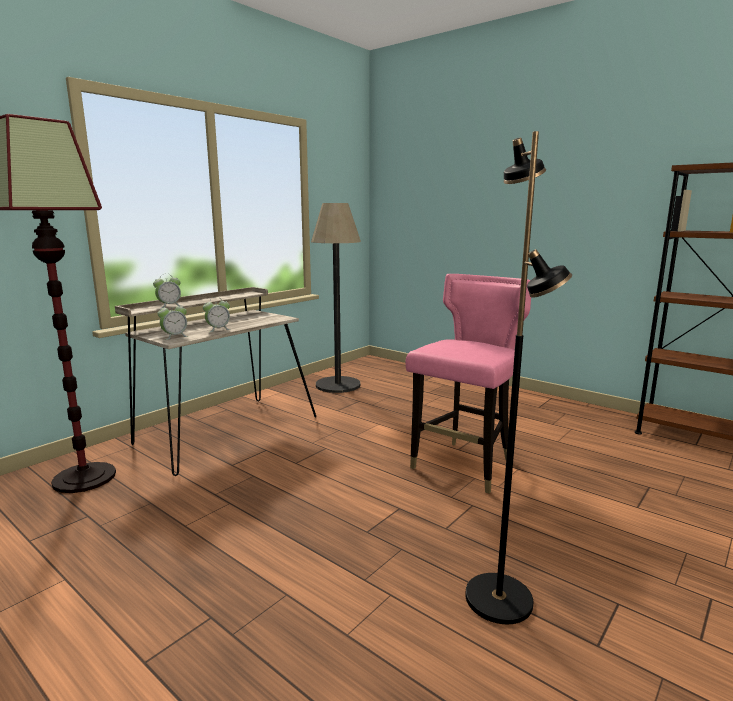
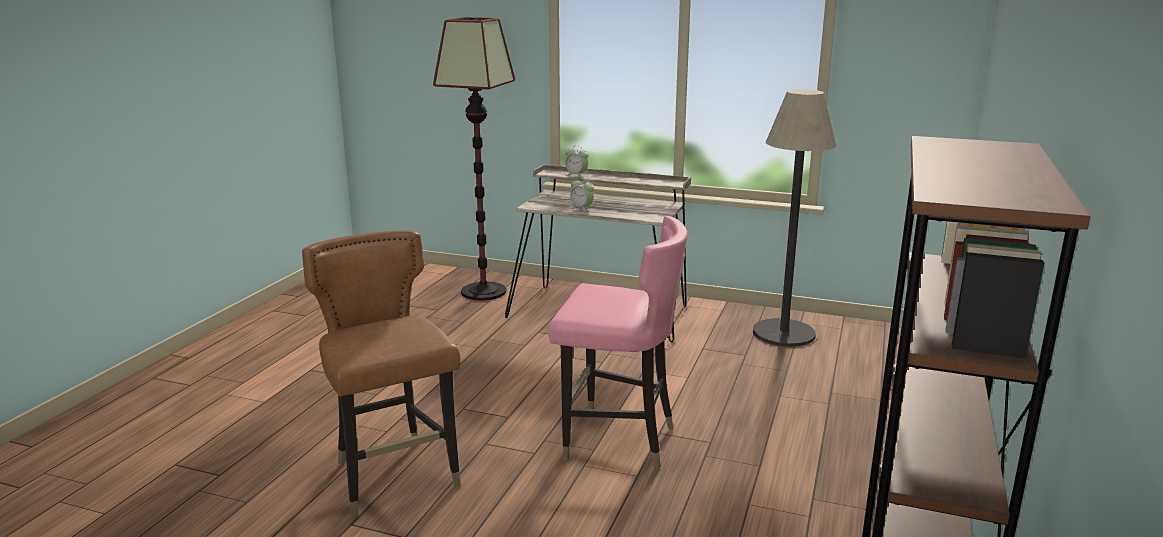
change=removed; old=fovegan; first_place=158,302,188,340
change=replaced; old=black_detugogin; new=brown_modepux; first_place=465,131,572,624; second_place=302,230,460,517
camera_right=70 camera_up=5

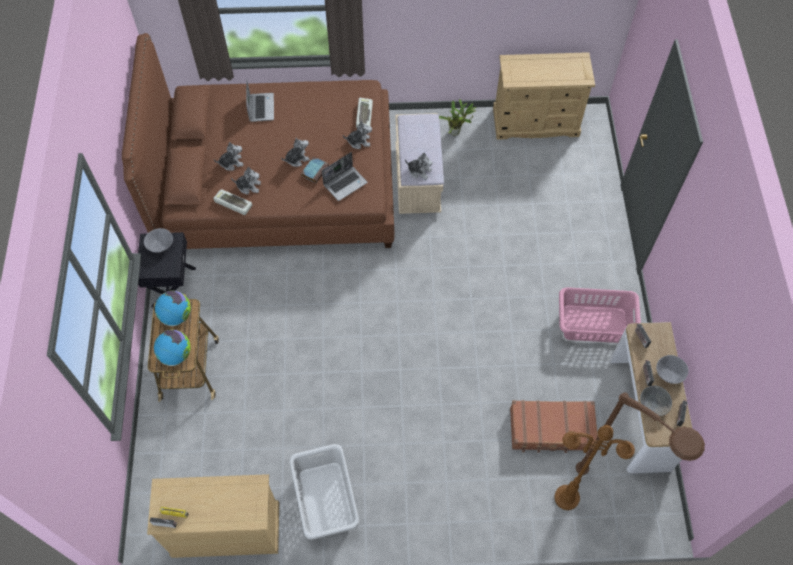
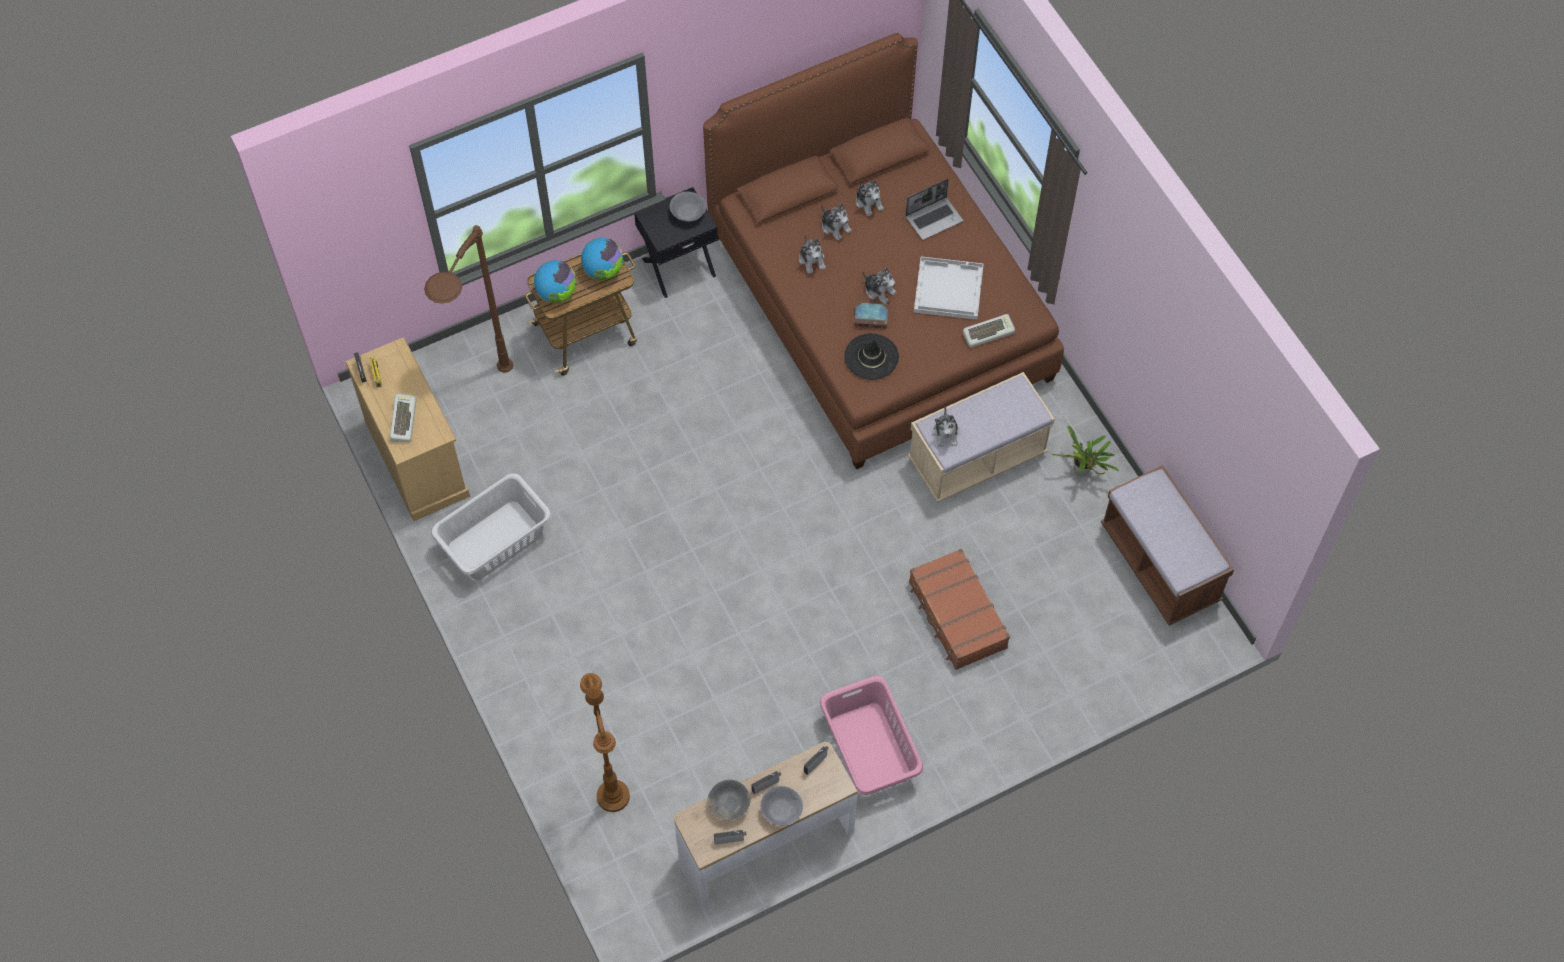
change=added; new=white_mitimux; second_place=914,256,984,320
change=moved; old=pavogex; first_place=213,189,252,215; second_place=390,394,416,442
change=moved; old=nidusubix; first_place=343,121,372,149; second_place=856,178,884,216
change=moved; old=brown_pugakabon; first_place=510,400,598,453; second_place=909,549,1010,670
change=moved; old=brown_detugogin; first_place=576,393,705,475; second_place=424,225,513,373
change=replaced; old=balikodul; new=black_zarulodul; first_place=322,152,367,201; second_place=844,333,899,380
change=replaced; old=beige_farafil; new=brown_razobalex; first_place=493,52,595,140; second_place=1101,465,1234,626
camera_right=65 camera_up=0

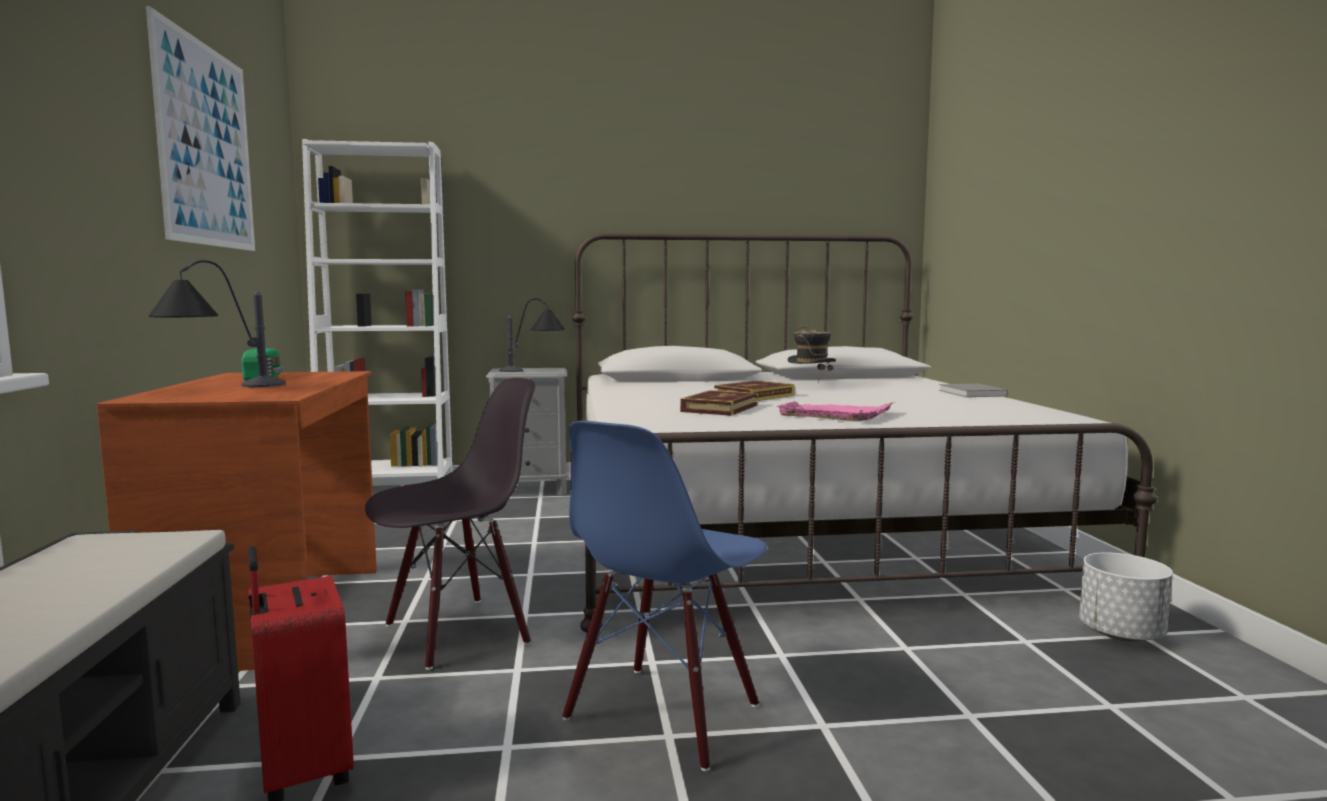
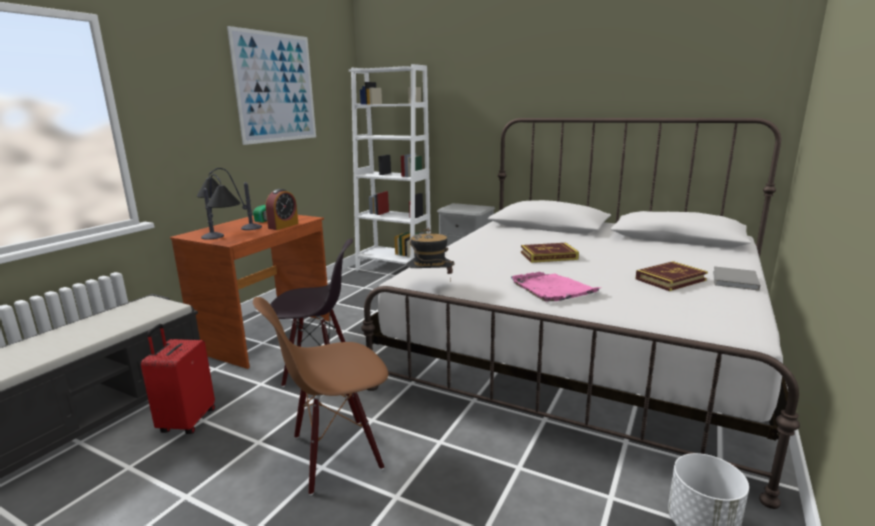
change=added; new=fovegan; second_place=266,189,298,230
change=moved; old=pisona; first_place=499,298,565,372; second_place=201,174,240,240
change=moved; old=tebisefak; first_place=680,390,758,416; second_place=635,261,708,291
change=moved; old=zarulodul; first_place=788,325,836,382; second_place=406,228,455,281
change=recoloured; old=blue_modepux; new=brown_modepux; first_place=562,421,767,771; second_place=253,297,388,495
camera_right=35 camera_up=10

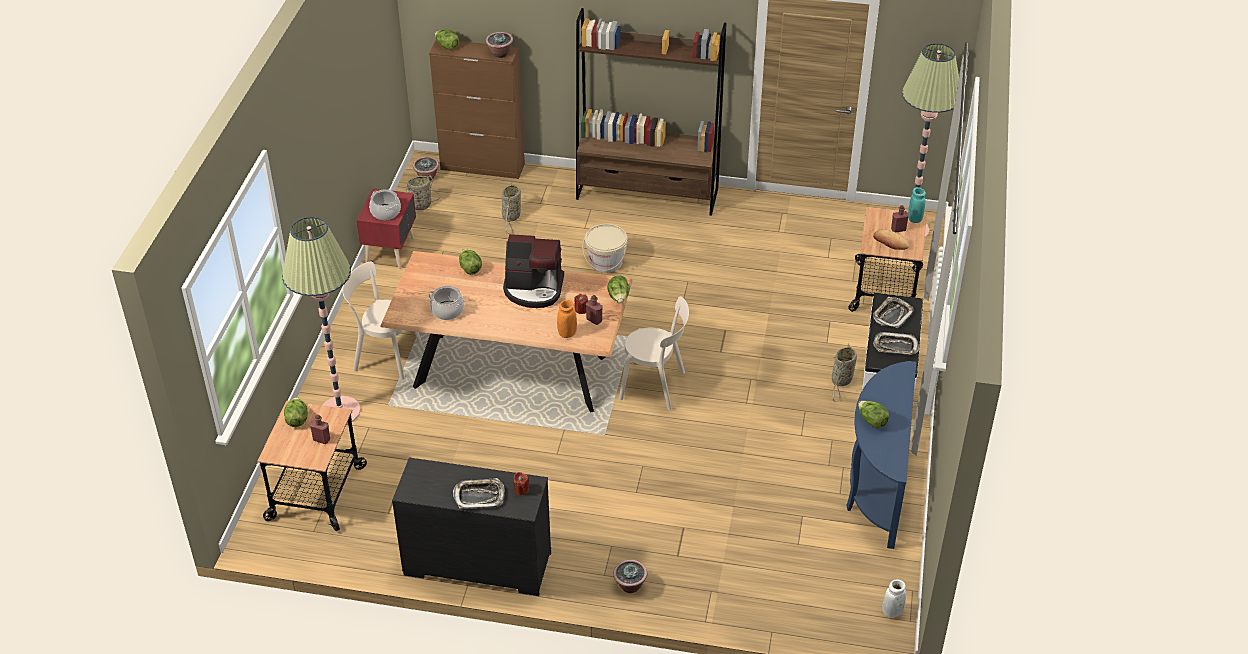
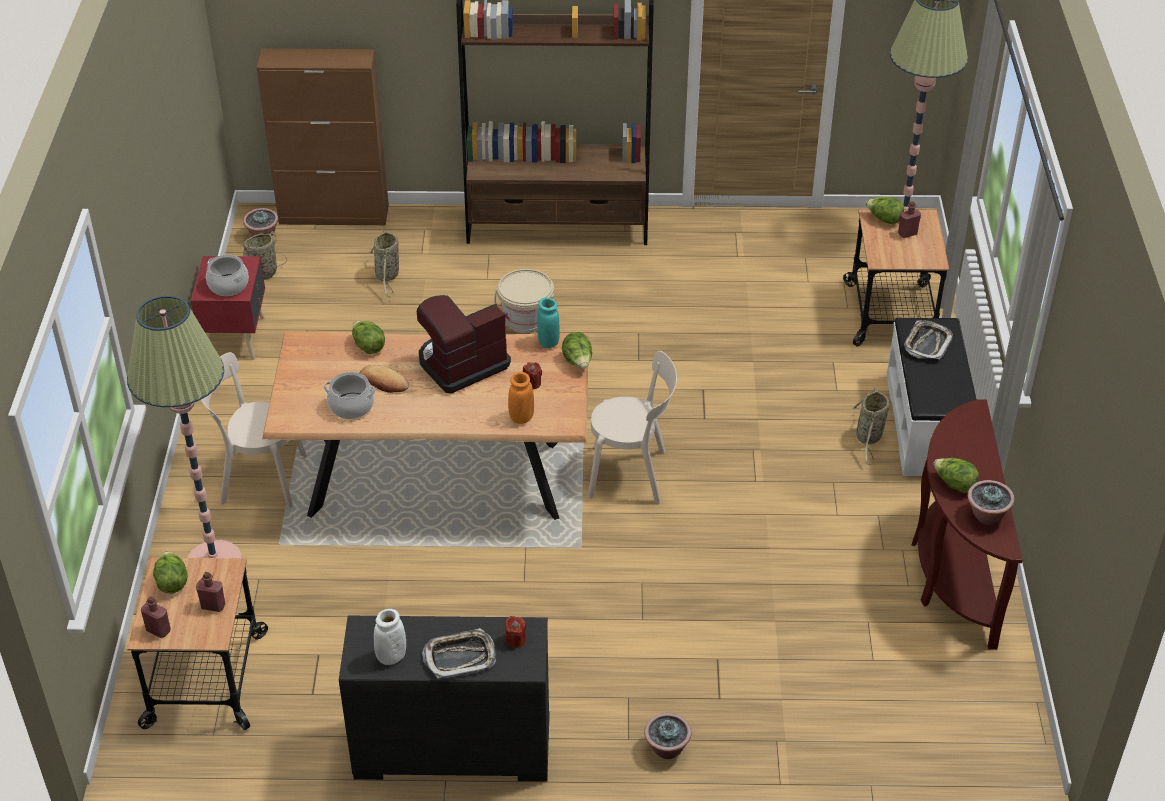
change=removed; old=mitimux; first_place=873,332,919,355
change=moved; old=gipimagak; first_place=435,29,459,50; second_place=866,197,904,225
change=moved; old=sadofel; first_place=486,32,513,58; second_place=967,480,1015,525
change=moved; old=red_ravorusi; first_place=586,295,603,325; second_place=141,596,171,638
change=moved; old=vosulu; first_place=873,229,909,250; second_place=360,365,409,393
change=moved; old=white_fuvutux; first_place=882,579,906,617; second_place=374,609,406,665
change=moved; old=turquoise_fuvutux; first_place=908,187,926,223; second_place=537,298,560,348
change=recoloured; old=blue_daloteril; new=brown_daloteril; first_place=846,361,916,549; second_place=912,399,1023,649
change=turned; old=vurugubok; first_place=503,234,564,308; second_place=417,295,511,393; degrees=150
camera_right=-10 camera_up=0

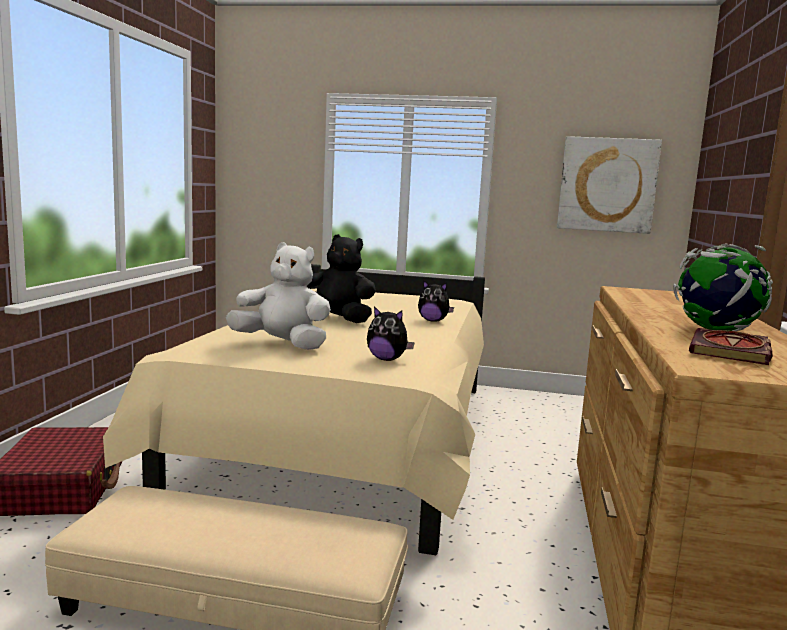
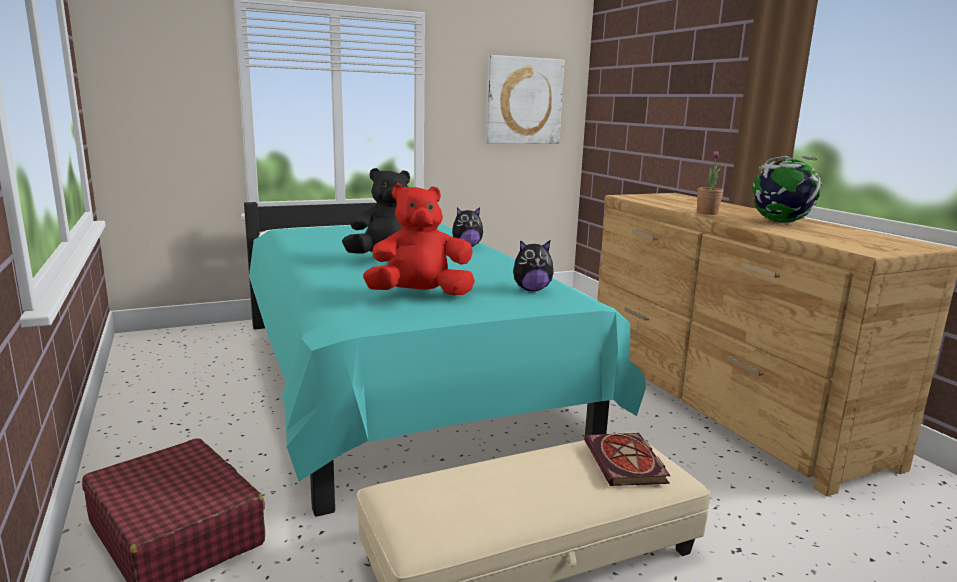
change=added; new=sadofel; second_place=697,151,723,215
change=moved; old=tebisefak; first_place=689,328,772,365; second_place=584,433,670,486
change=recoloured; old=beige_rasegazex; new=turquoise_rasegazex; first_place=103,264,485,555; second_place=244,202,646,517
change=recoloured; old=white_nidusubix; new=red_nidusubix; first_place=226,242,331,350; second_place=363,184,475,295
camera_right=-35 camera_up=5

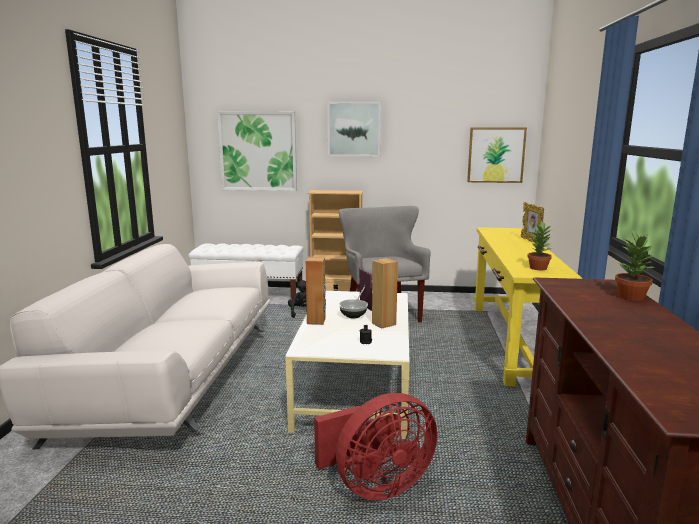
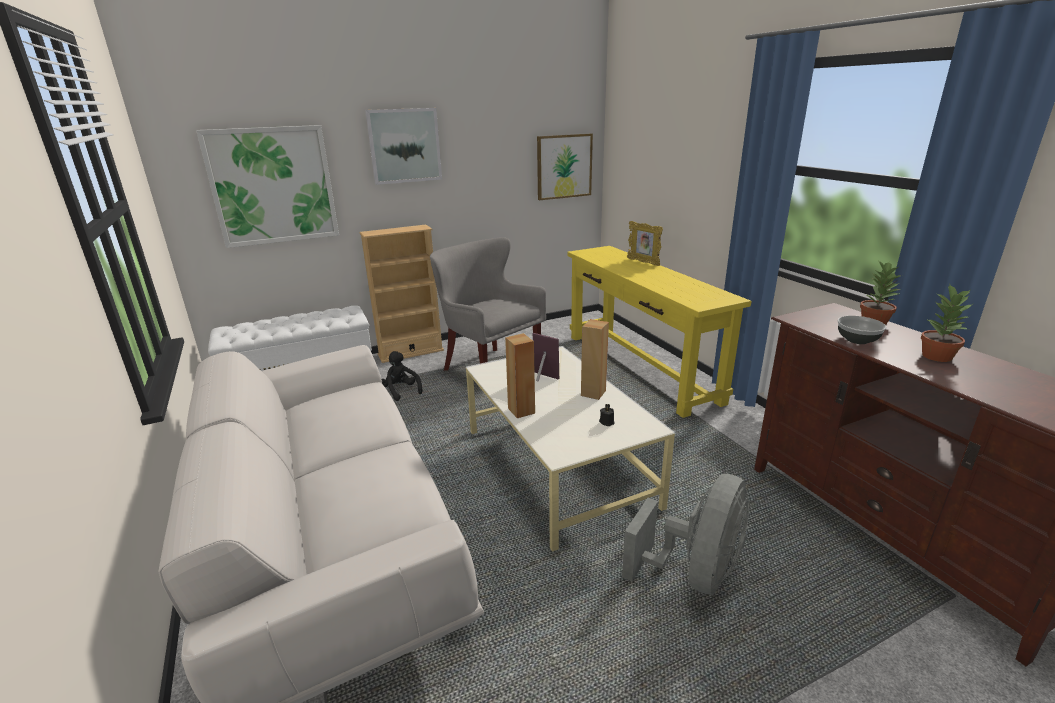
change=moved; old=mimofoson; first_place=339,299,368,318; second_place=837,316,887,344
change=moved; old=sadofel; first_place=527,222,552,270; second_place=921,284,973,362
change=recoloured; old=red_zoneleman; new=grey_zoneleman; first_place=314,393,438,500; second_place=622,474,749,595
camera_right=-30 camera_up=10

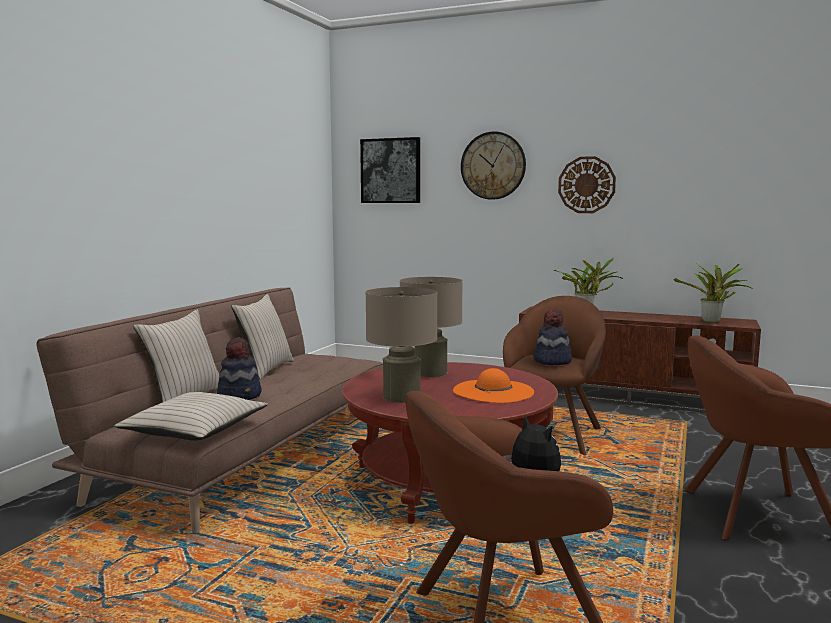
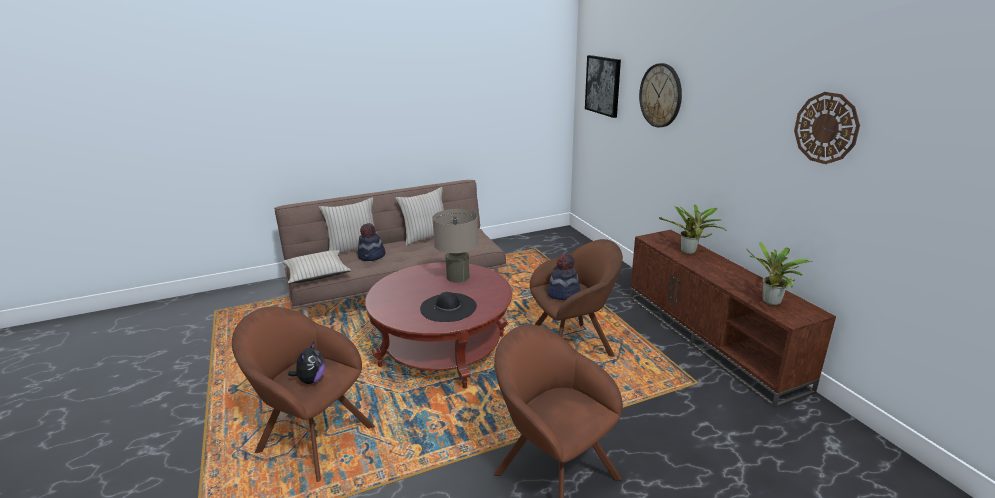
change=removed; old=beige_pisona; first_place=365,287,437,403
change=moved; old=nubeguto; first_place=558,156,616,213; second_place=794,92,860,164
change=recoloured; old=orange_zarulodul; new=black_zarulodul; first_place=453,368,534,403; second_place=420,292,477,322
camera_right=45 camera_up=15

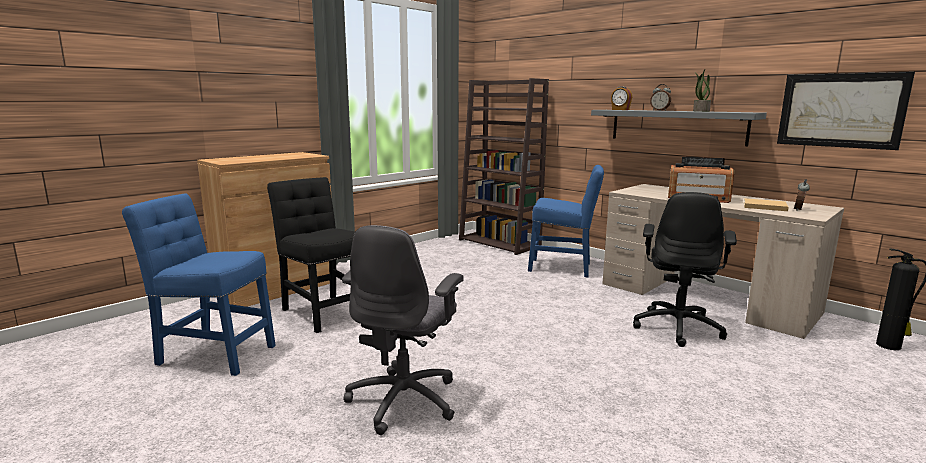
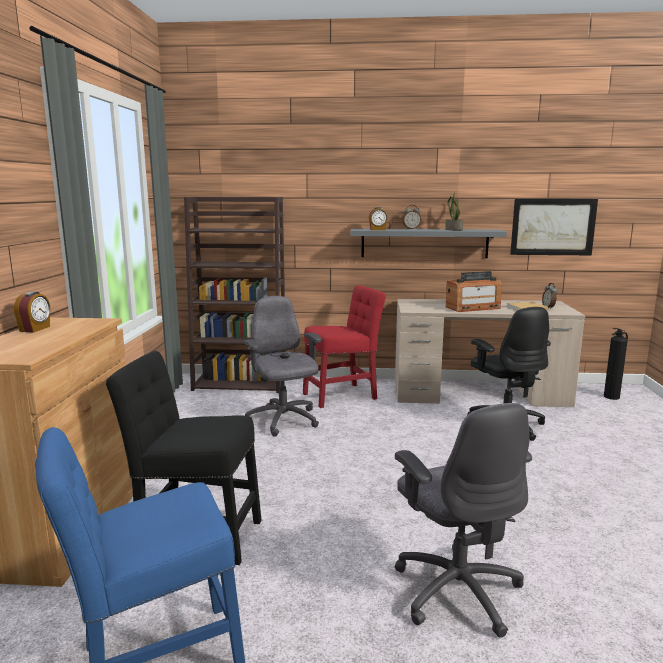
change=added; new=fovegan; second_place=14,292,50,333
change=added; new=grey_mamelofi; second_place=244,296,321,437
change=recoloured; old=blue_modepux; new=red_modepux; first_place=528,165,604,277; second_place=303,285,386,408
camera_right=-40 camera_up=0

